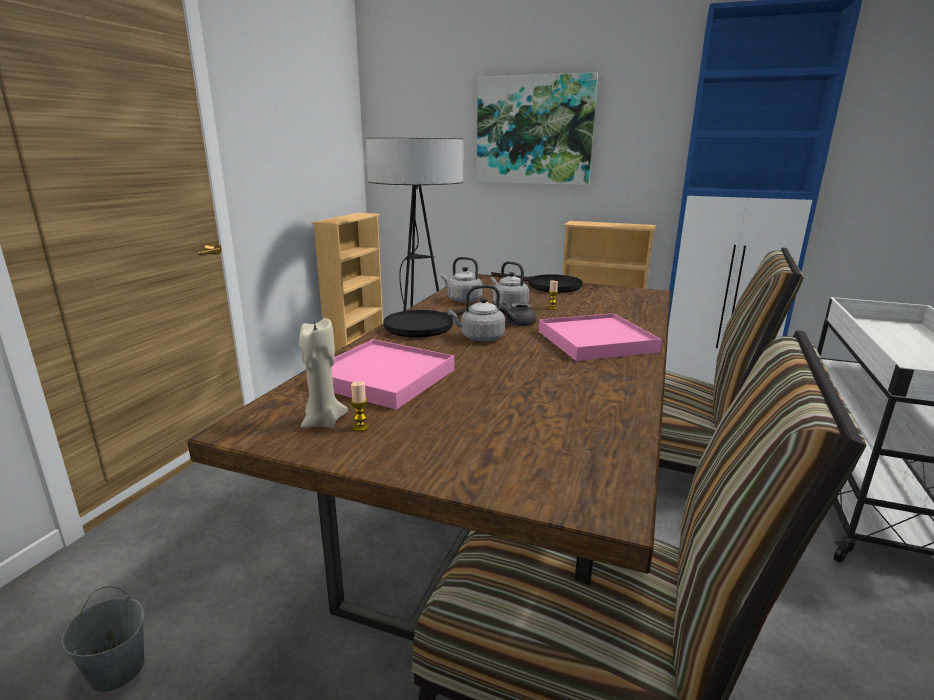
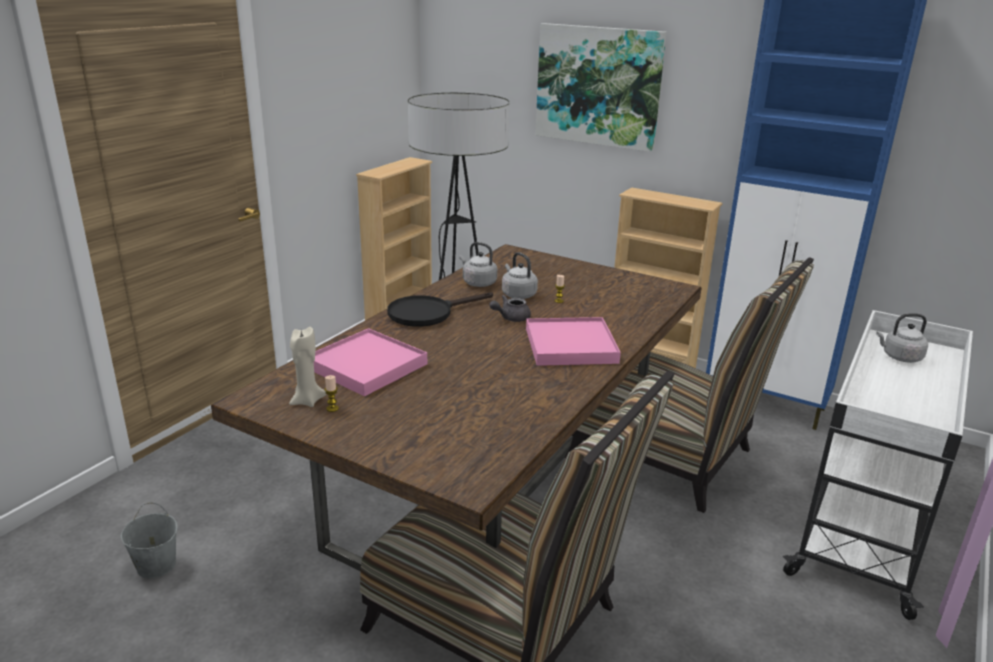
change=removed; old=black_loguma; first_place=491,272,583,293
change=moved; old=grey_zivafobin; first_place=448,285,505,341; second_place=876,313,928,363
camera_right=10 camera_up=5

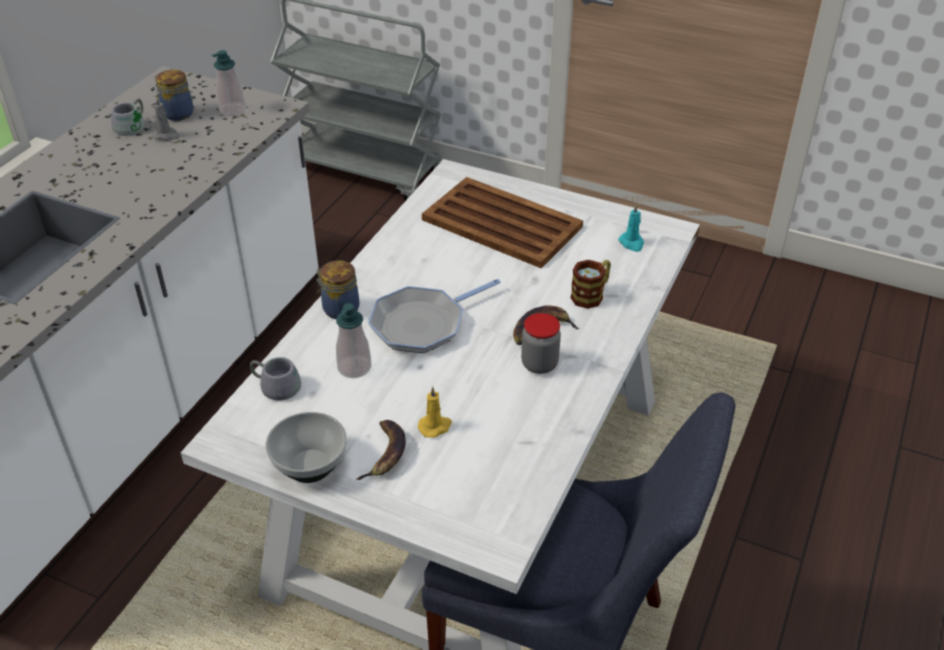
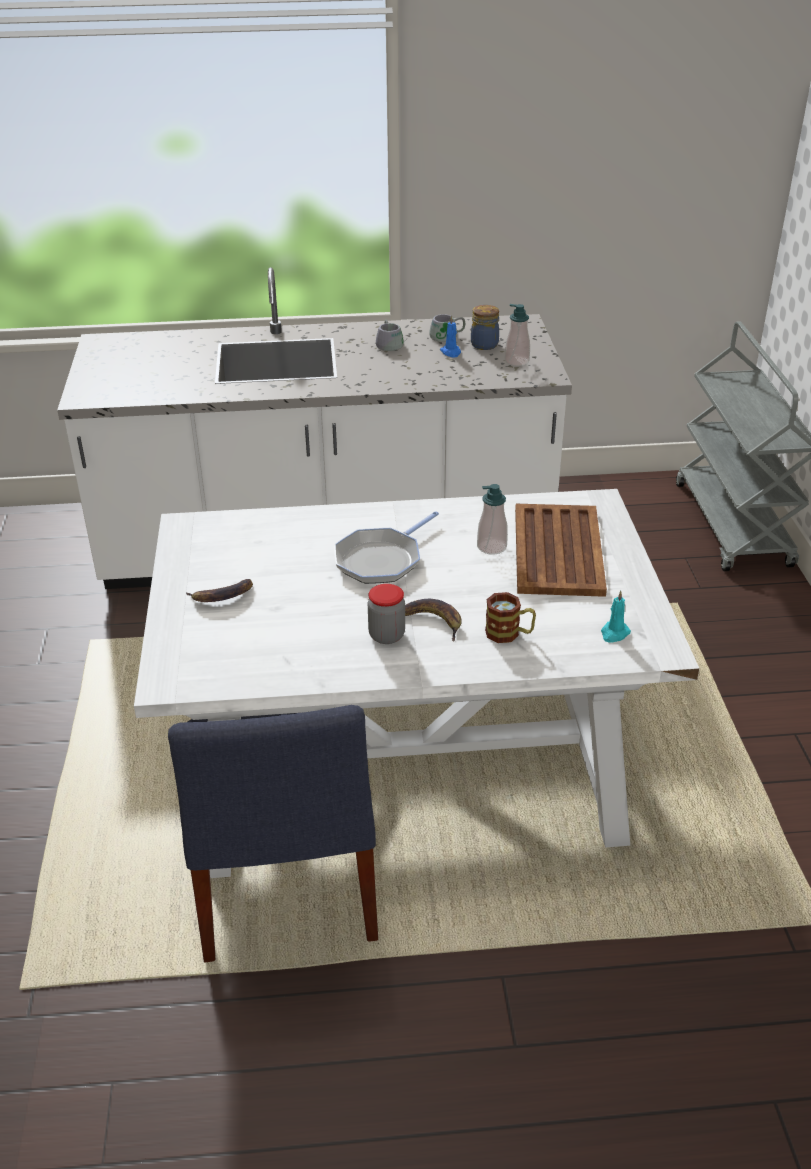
change=removed; old=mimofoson; first_place=266,412,347,483
change=removed; old=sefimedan; first_place=316,260,360,319
change=removed; old=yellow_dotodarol; first_place=418,387,452,438
change=moved; old=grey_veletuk; first_place=250,357,301,401; second_place=376,320,407,351
change=moved; old=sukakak; first_place=336,303,372,378; second_place=477,484,508,555
change=recoloured; old=grey_dotodarol; new=blue_dotodarol; first_place=152,97,180,141; second_place=440,315,461,358
change=turned; old=loguma; first_place=368,279,501,353; second_place=334,511,439,584; degrees=-75
camera_right=60 camera_up=-5

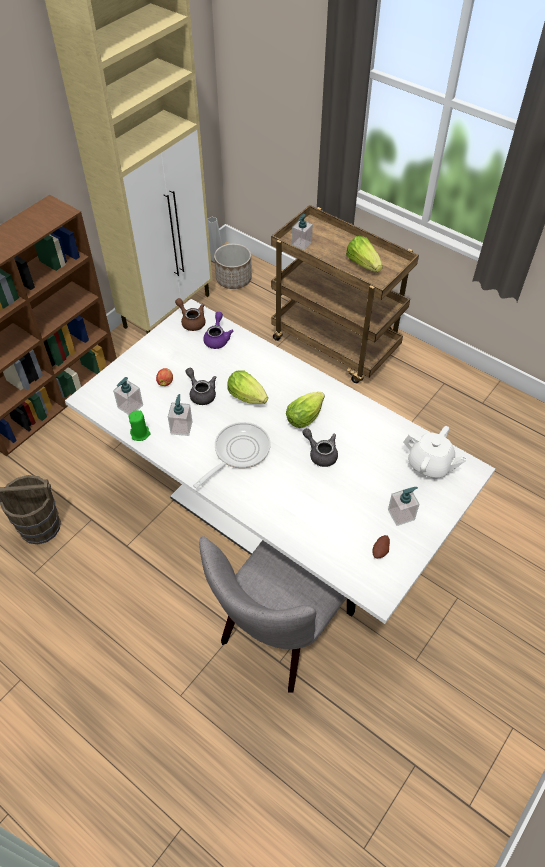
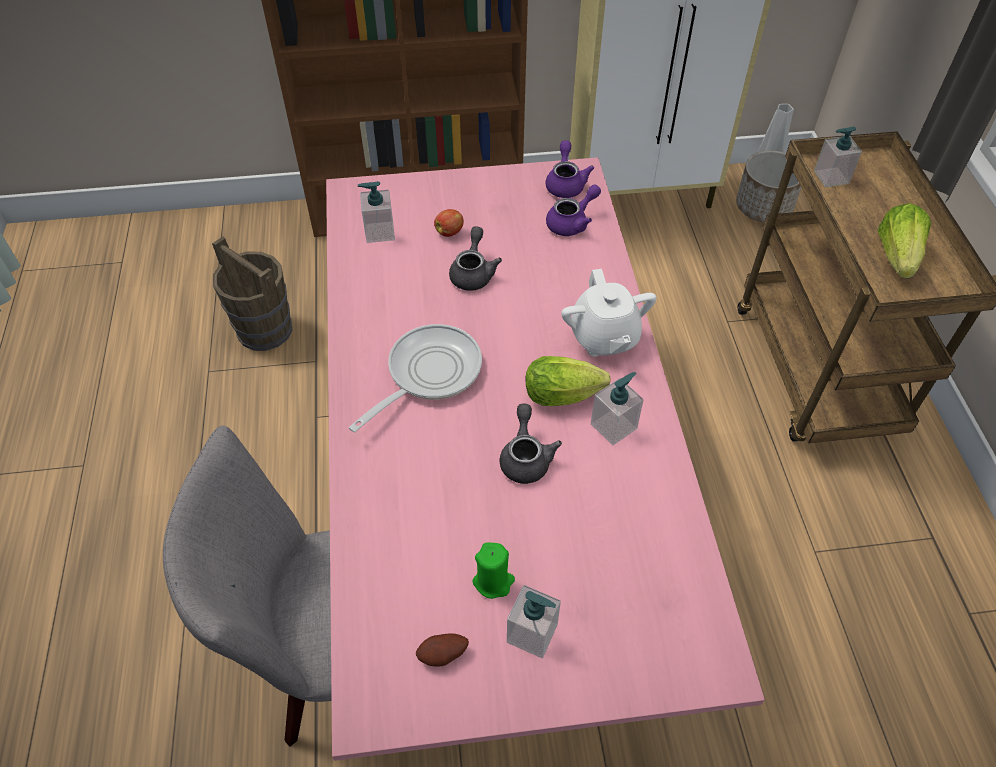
change=removed; old=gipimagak; first_place=227,370,268,404
change=moved; old=green_dotodarol; first_place=128,410,150,441; second_place=472,542,515,599
change=moved; old=sukakak; first_place=168,394,192,436; second_place=591,372,644,445
change=moved; old=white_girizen; first_place=403,426,467,479; second_place=561,269,657,357
change=recoloured; old=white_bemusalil; new=pink_bemusalil; first_place=65,299,495,624; second_place=326,157,765,761
change=recoloured; old=brown_girizen; new=purple_girizen; first_place=175,298,205,331; second_place=546,140,594,198
change=turned; old=loguma; first_place=193,422,271,488; second_place=349,324,482,432; degrees=-45
camera_right=45 camera_up=0

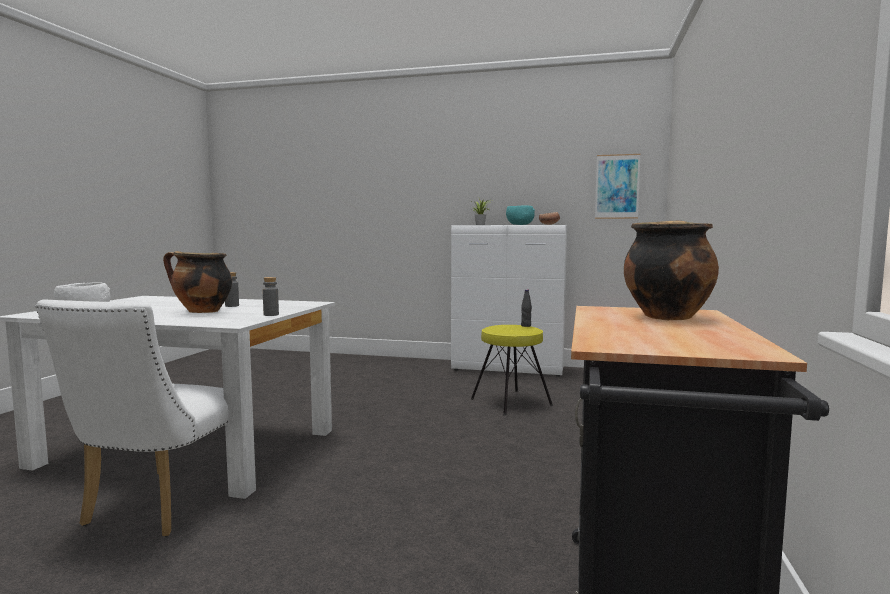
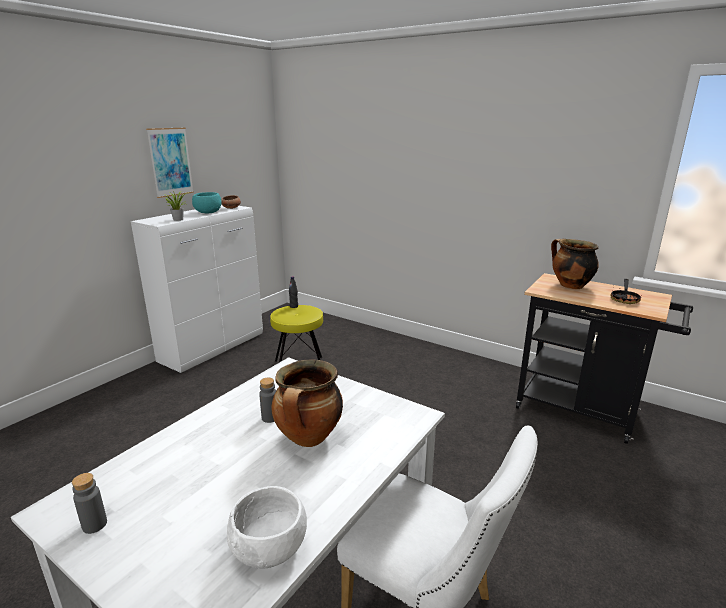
change=added; new=loguma; second_place=611,279,642,304
change=moved; old=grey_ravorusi; first_place=263,277,279,316; second_place=72,473,107,534
change=moved; old=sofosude; first_place=595,154,641,219; second_place=146,128,194,198
camera_right=-70 camera_up=15

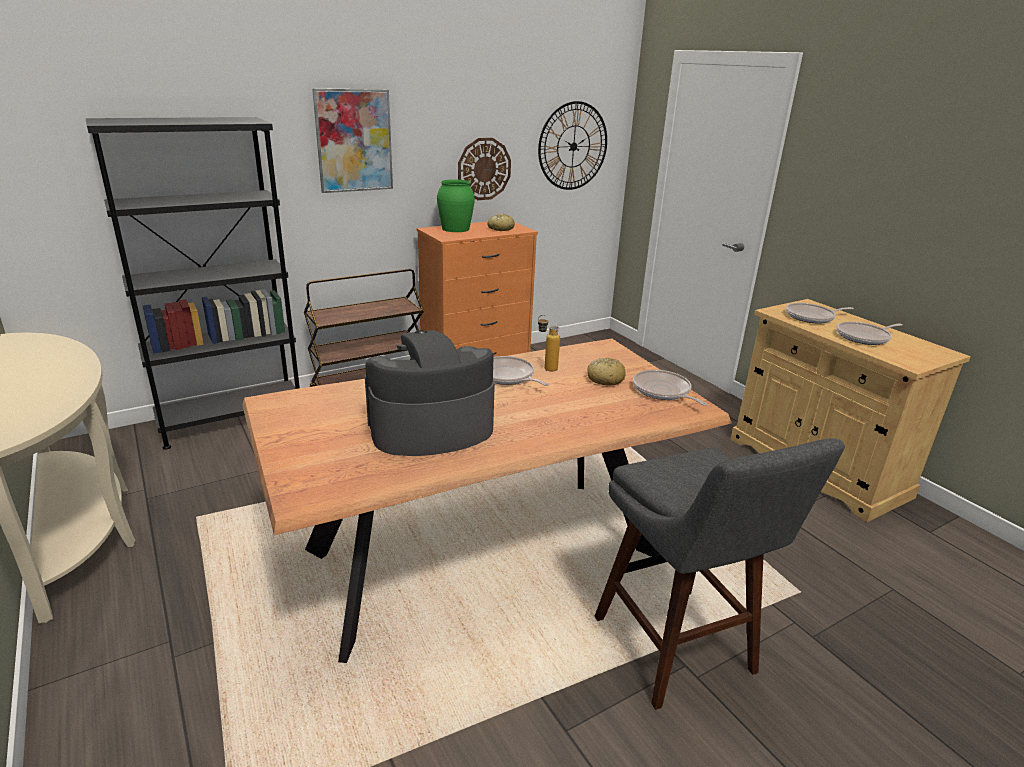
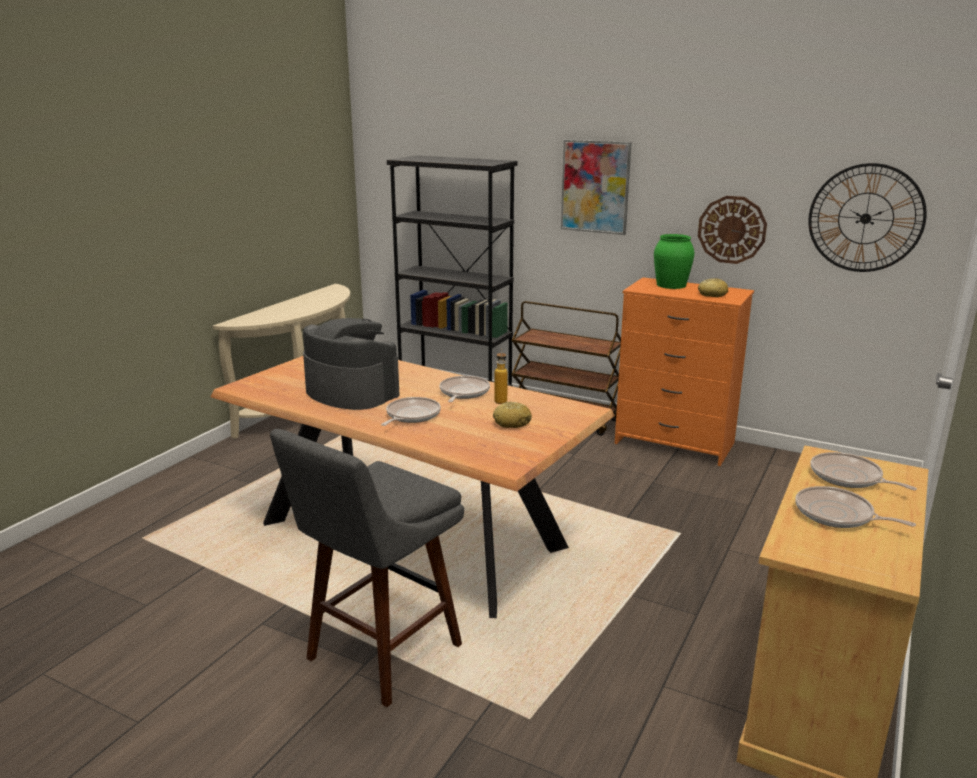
change=moved; old=loguma; first_place=633,370,707,406; second_place=381,397,441,426
camera_right=60 camera_up=-5

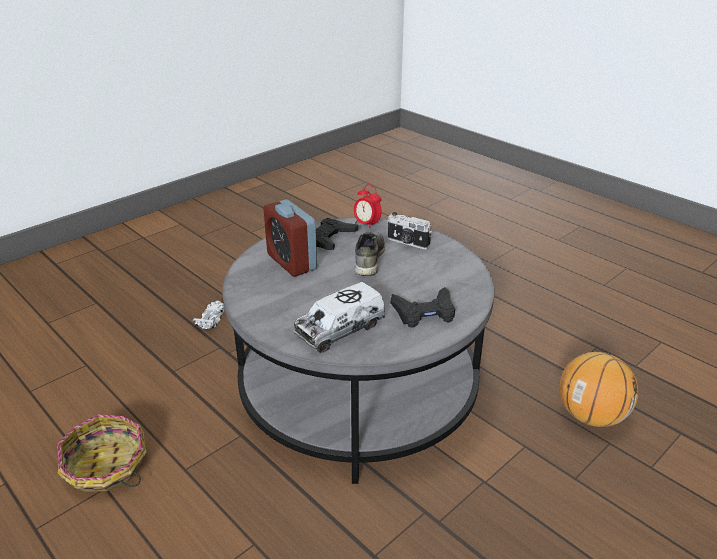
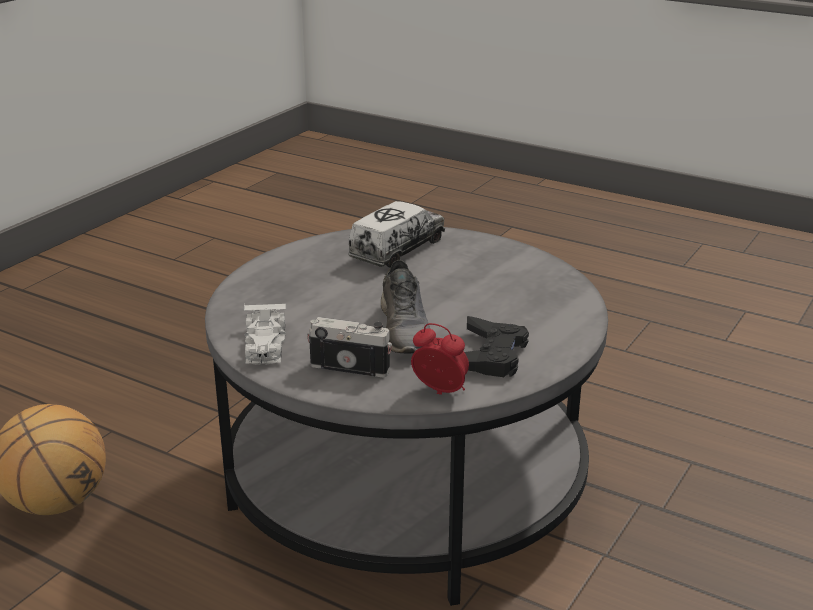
change=removed; old=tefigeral; first_place=57,414,147,492
change=removed; old=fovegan; first_place=263,199,317,277
change=removed; old=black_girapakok; first_place=390,287,455,327
change=moved; old=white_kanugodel; first_place=192,301,225,329; second_place=244,303,286,365
camera_right=165 camera_up=-5

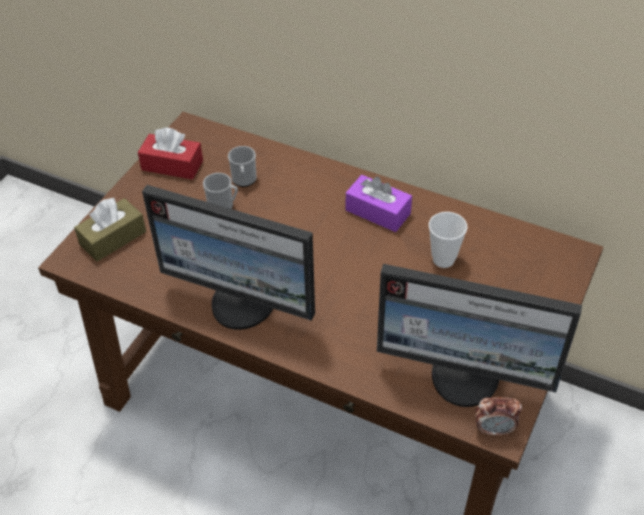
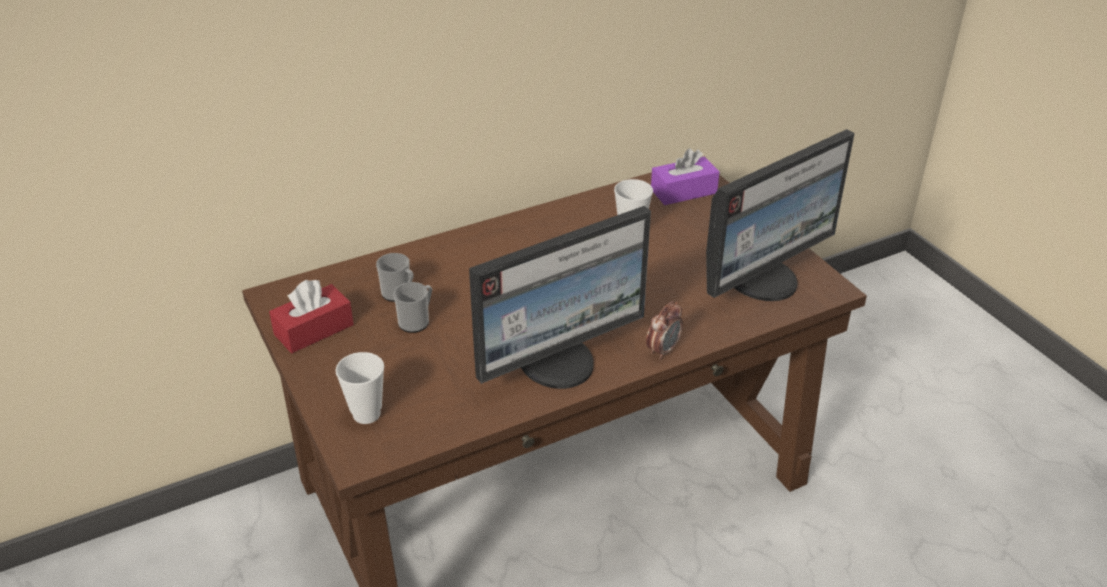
change=moved; old=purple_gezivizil; first_place=346,175,412,232; second_place=651,148,720,205
change=moved; old=fovegan; first_place=475,397,522,435; second_place=646,301,683,360
change=replaced; old=brown_gezivizil; new=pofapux; first_place=74,198,146,262; second_place=335,352,384,424
camera_right=-55 camera_up=-10

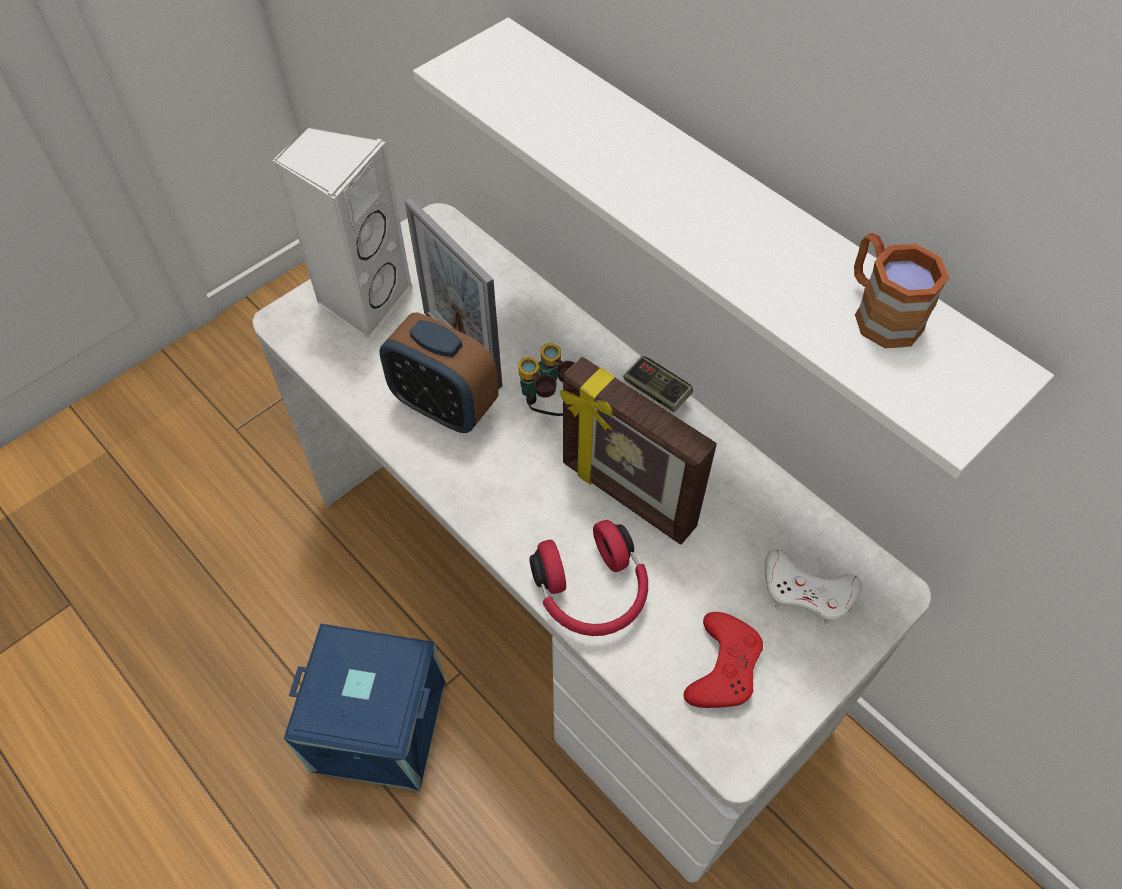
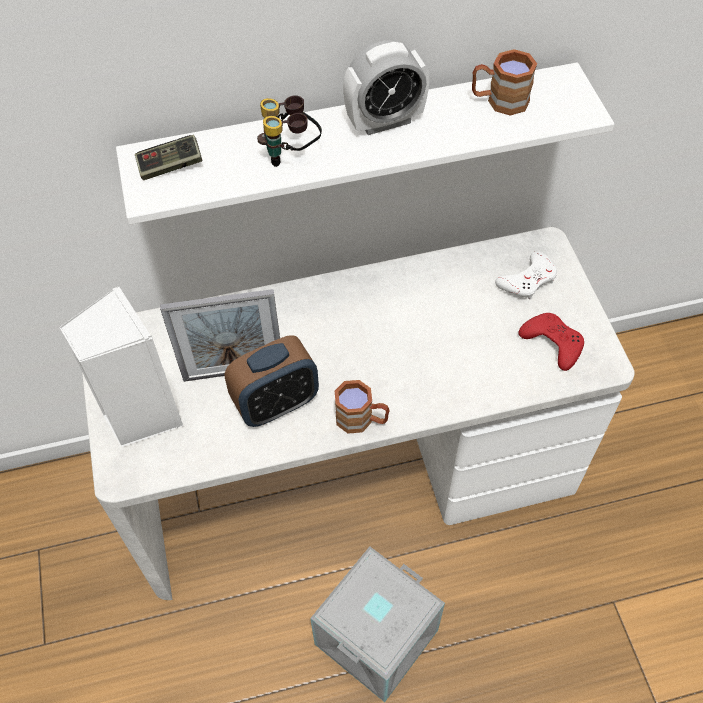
change=removed; old=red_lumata; first_place=530,520,648,636
change=removed; old=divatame; first_place=560,357,717,545
change=added; new=brown_veletuk; second_place=335,380,390,434
change=added; new=fovegan; second_place=343,40,429,135
change=moved; old=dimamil; first_place=518,343,575,416; second_place=257,95,322,167
change=moved; old=girapakok; first_place=623,356,693,412; second_place=135,135,203,180
change=recoloured; old=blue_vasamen; new=grey_vasamen; first_place=284,624,446,791; second_place=310,546,445,702
camera_right=-60 camera_up=0

